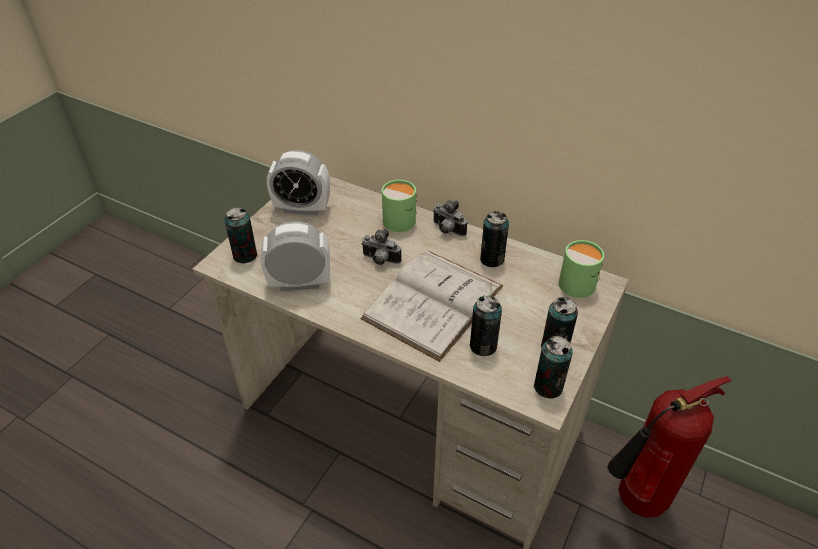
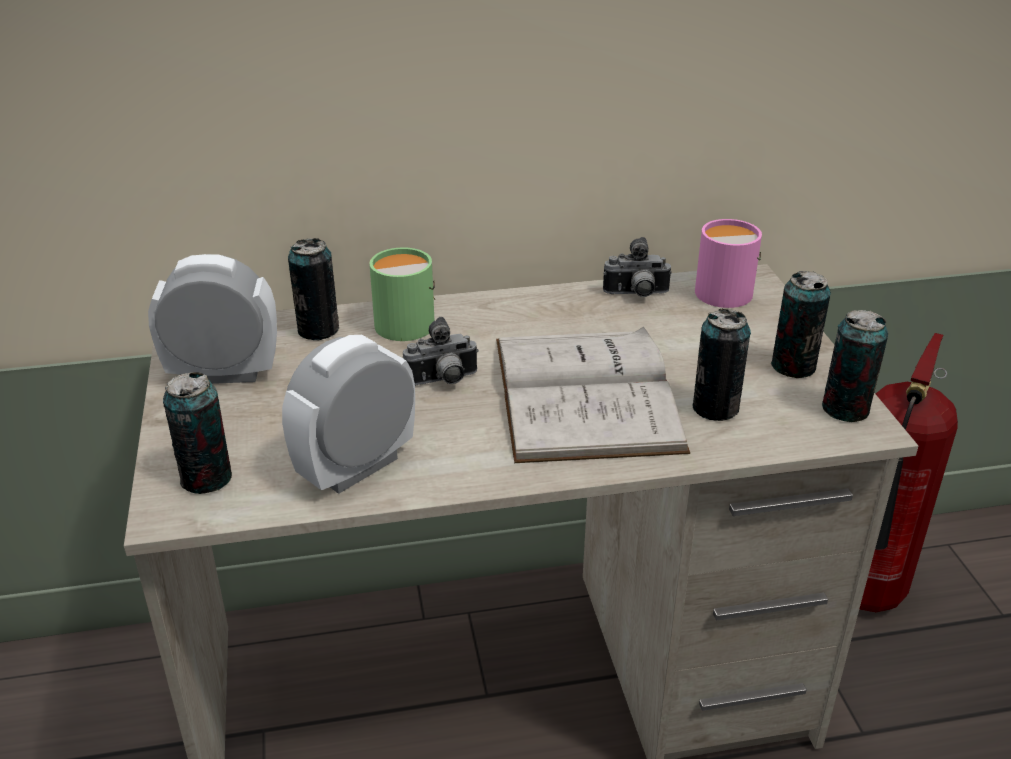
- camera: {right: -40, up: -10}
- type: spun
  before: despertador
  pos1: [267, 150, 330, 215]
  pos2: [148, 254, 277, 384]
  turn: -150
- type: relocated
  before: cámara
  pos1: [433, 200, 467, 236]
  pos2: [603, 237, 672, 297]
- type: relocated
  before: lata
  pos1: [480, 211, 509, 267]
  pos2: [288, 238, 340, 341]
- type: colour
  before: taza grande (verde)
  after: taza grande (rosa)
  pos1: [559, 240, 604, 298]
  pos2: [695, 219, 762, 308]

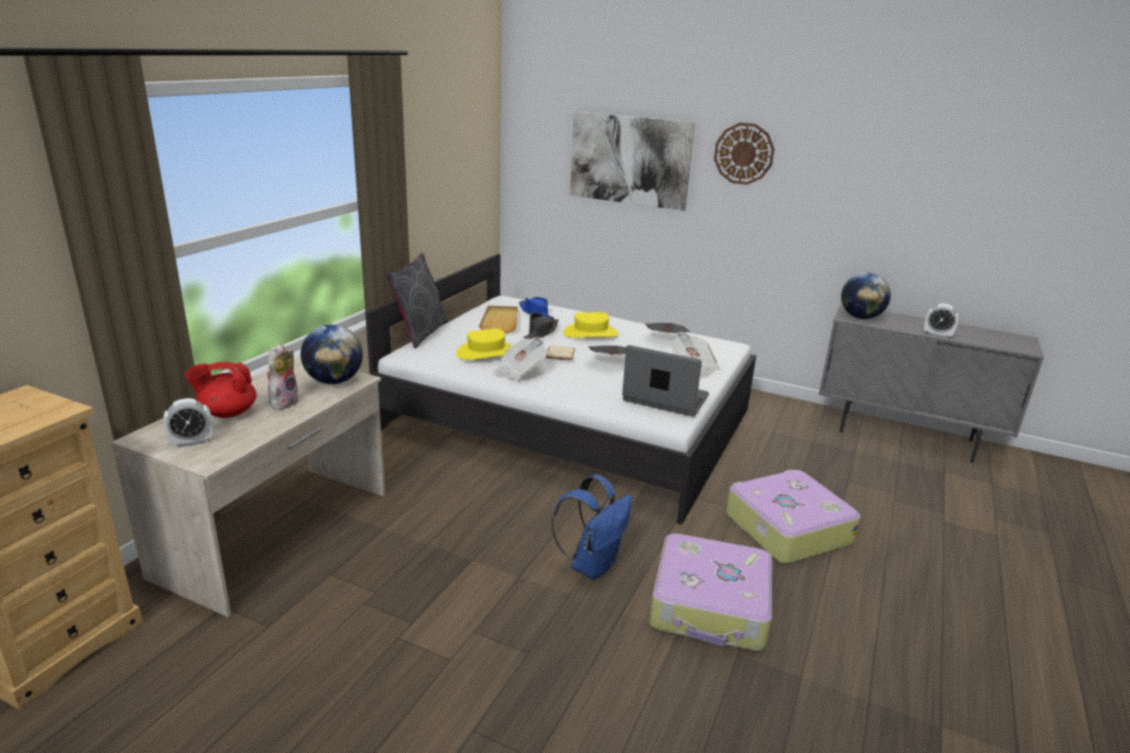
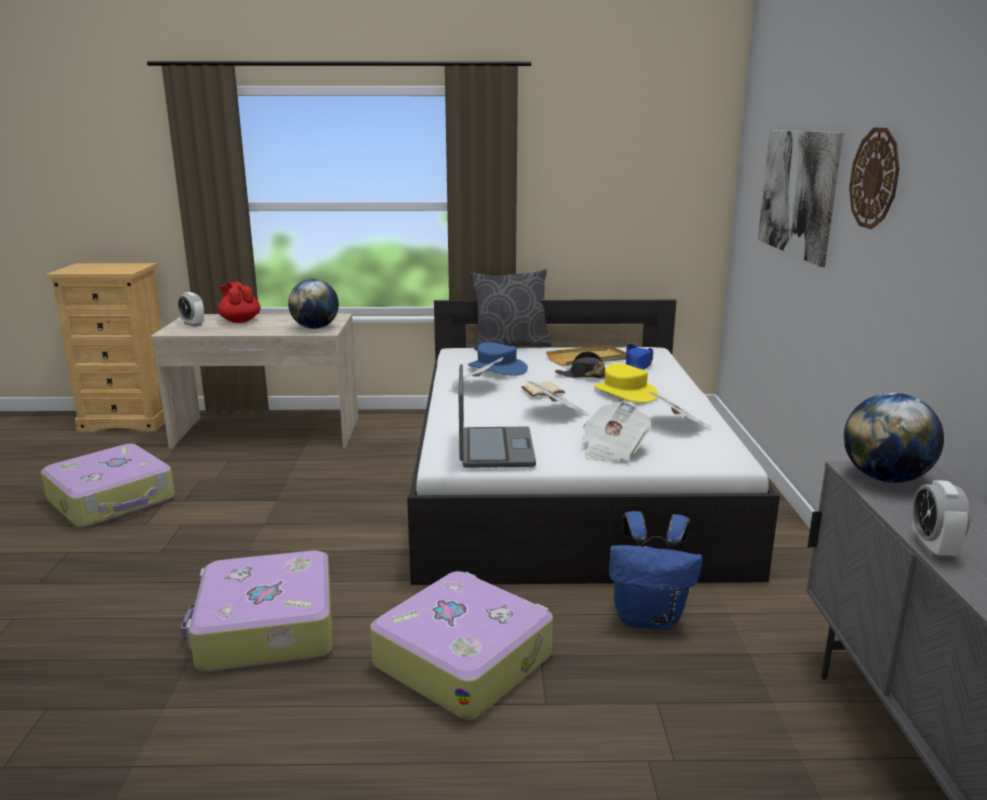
- camera: {right: 65, up: -5}
- type: missing
  before: peluche
  pos1: [267, 343, 299, 410]
- type: colour
  before: sombrero (amarillo)
  after: sombrero (azul)
  pos1: [456, 329, 512, 360]
  pos2: [468, 342, 528, 376]
- type: relocated
  before: mochila (azul)
  pos1: [551, 475, 632, 579]
  pos2: [609, 511, 703, 630]
- type: appeared
  after: maleta
  pos2: [41, 444, 175, 528]

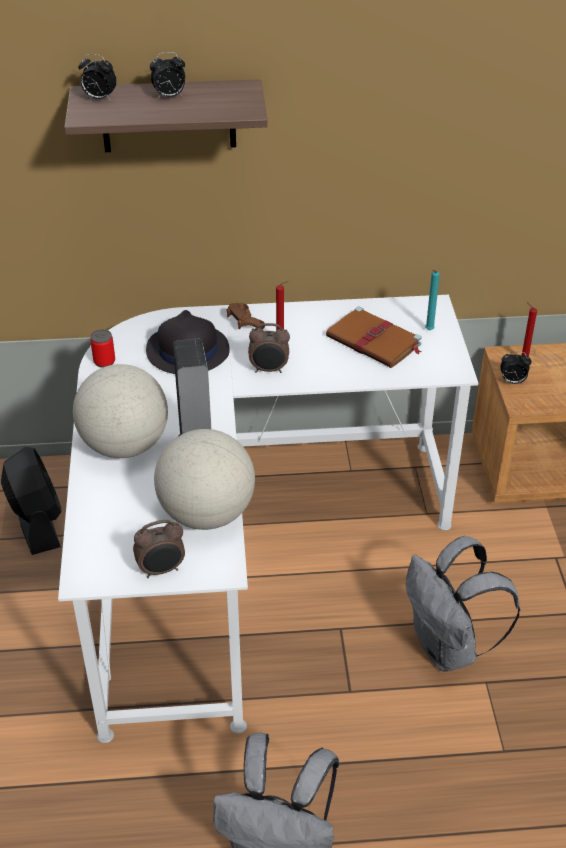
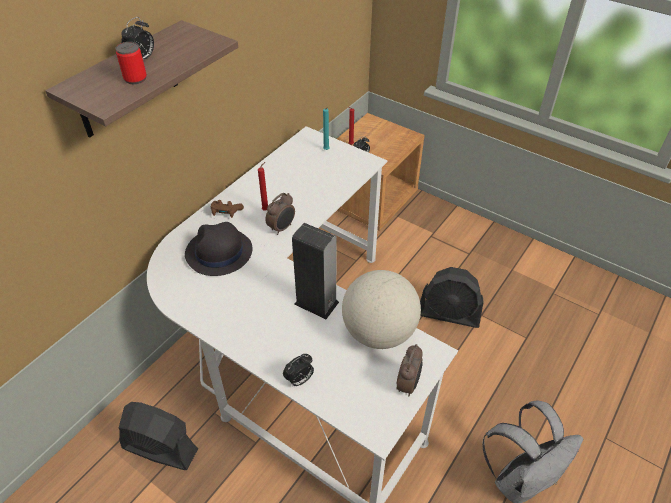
- camera: {right: -50, up: 5}
- type: missing
  before: globo terráqueo
  pos1: [73, 364, 168, 458]
- type: relocated
  before: despertador
  pos1: [78, 54, 117, 100]
  pos2: [283, 354, 314, 387]
- type: relocated
  before: lata
  pos1: [90, 329, 115, 368]
  pos2: [115, 42, 147, 84]
- type: missing
  before: libro (marrón)
  pos1: [326, 307, 422, 368]
- type: exchanged
  before: mochila (gris)
  after: ventilador (negro)
  pos1: [406, 536, 520, 672]
  pos2: [420, 267, 483, 328]

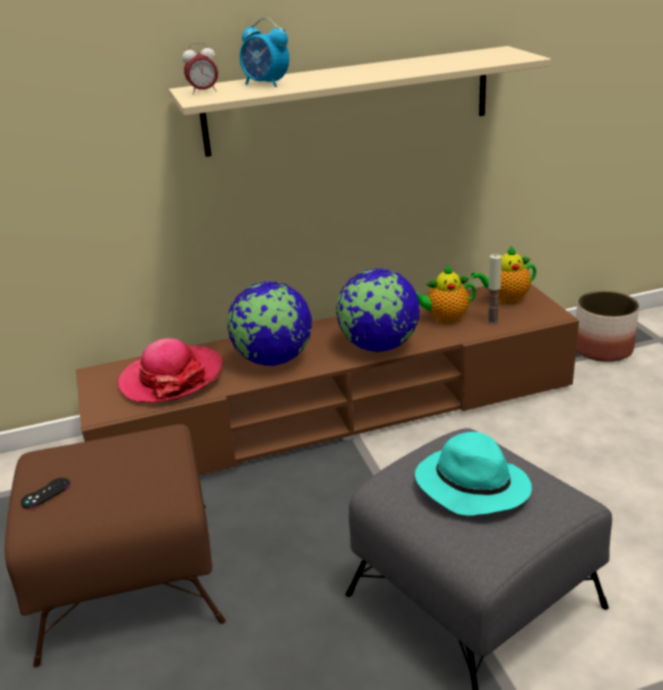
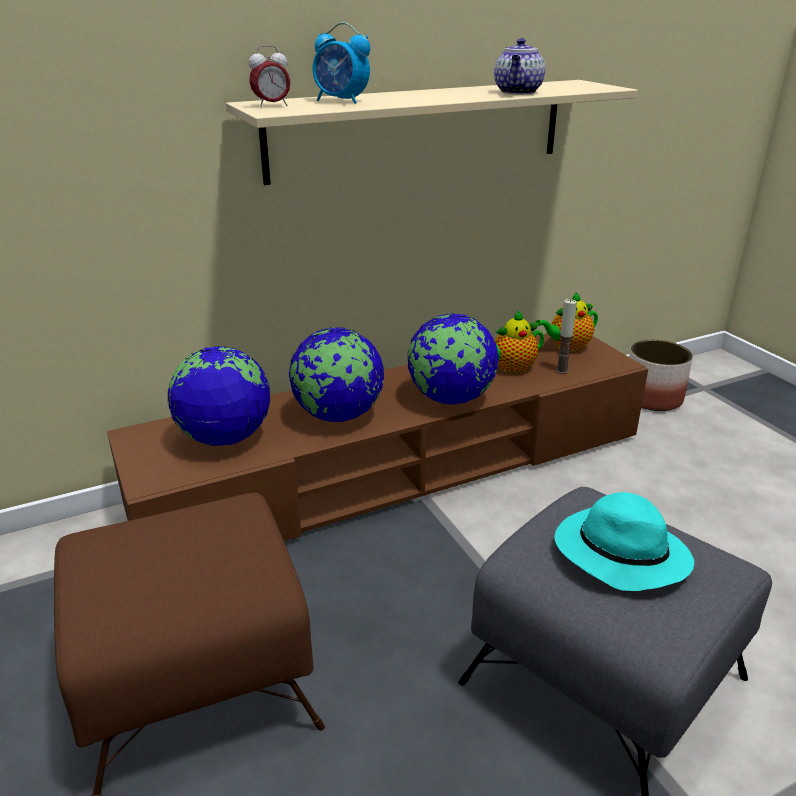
- camera: {right: -10, up: 0}
- type: missing
  before: mando de consola (negro)
  pos1: [21, 478, 70, 508]
- type: exchanged
  before: sombrero
  after: globo terráqueo
  pos1: [117, 338, 223, 403]
  pos2: [168, 346, 270, 446]
- type: appeared
  after: tetera
  pos2: [494, 38, 545, 95]

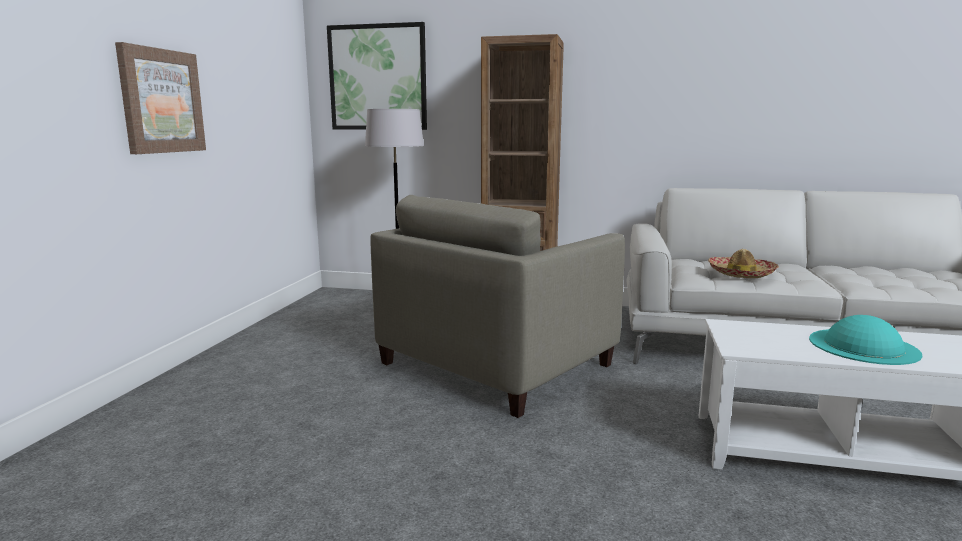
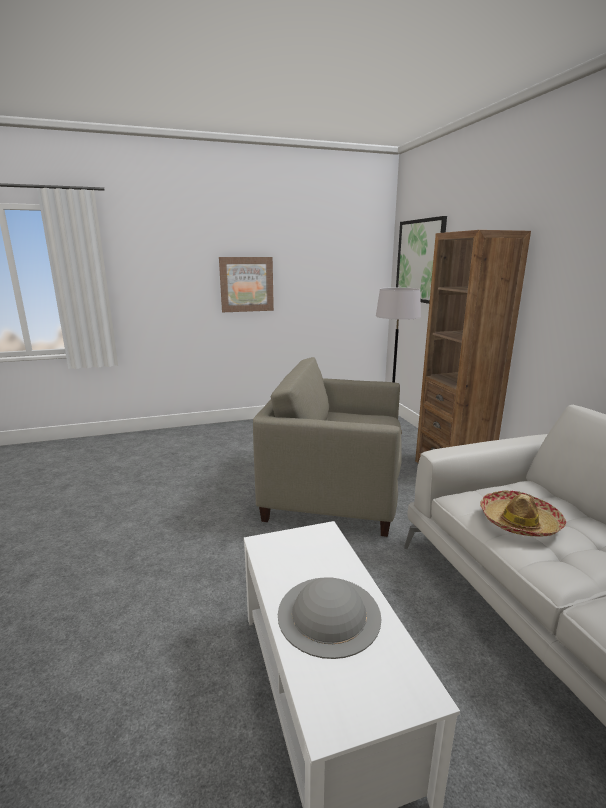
- camera: {right: 60, up: 5}
- type: colour
  before: sombrero (turquesa)
  after: sombrero (gris)
  pos1: [809, 315, 922, 365]
  pos2: [278, 577, 381, 659]

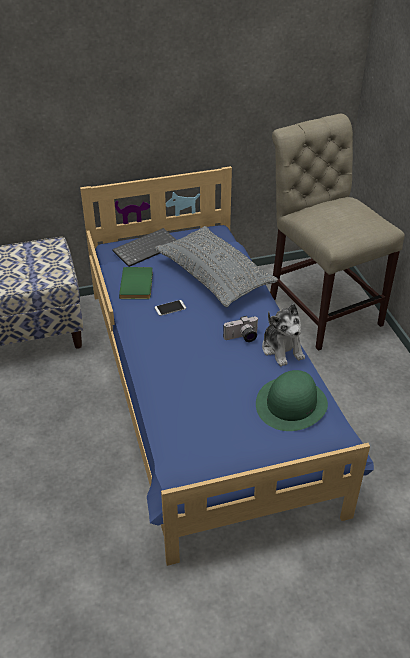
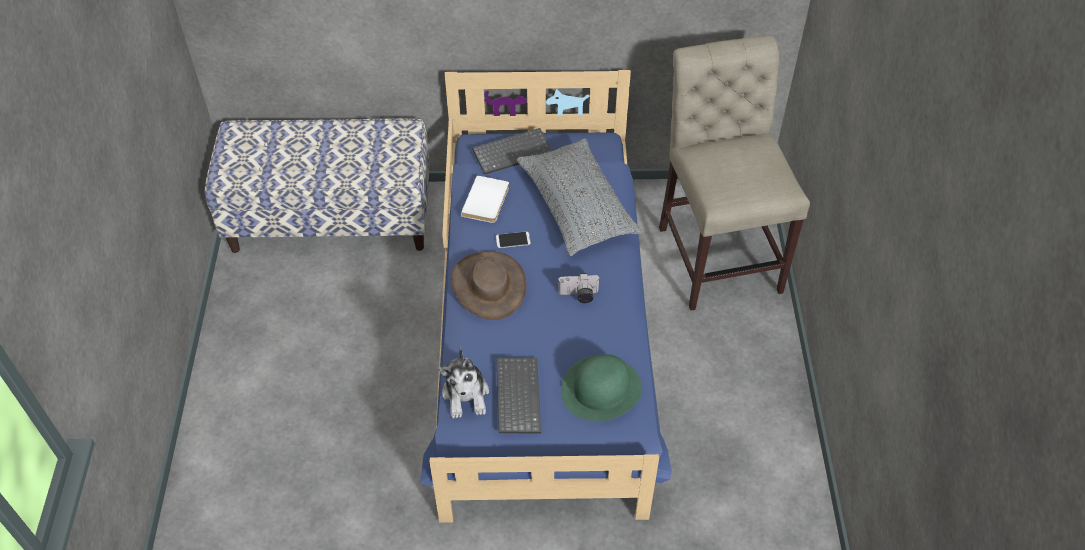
- camera: {right: 15, up: 10}
- type: colour
  before: libro (verde)
  after: libro (blanco)
  pos1: [119, 267, 153, 299]
  pos2: [461, 175, 509, 223]
- type: relocated
  before: peluche
  pos1: [262, 303, 305, 367]
  pos2: [438, 347, 489, 419]
- type: appeared
  after: sombrero (marrón)
  pos2: [451, 251, 526, 320]
- type: appeared
  after: teclado
  pos2: [496, 357, 541, 434]

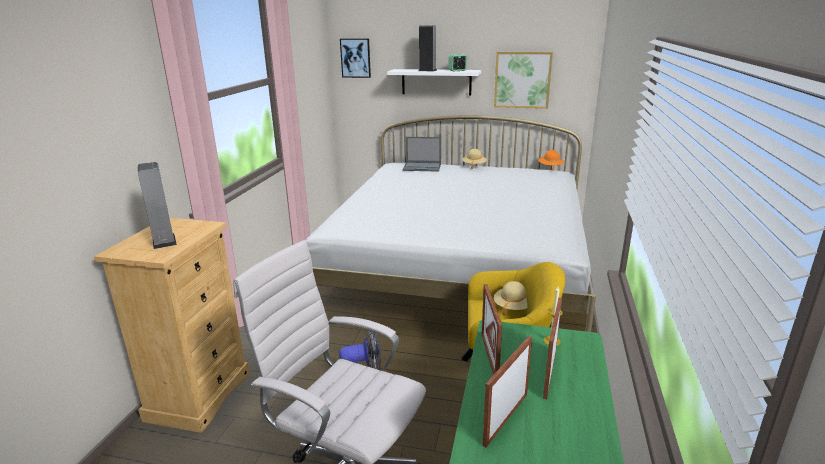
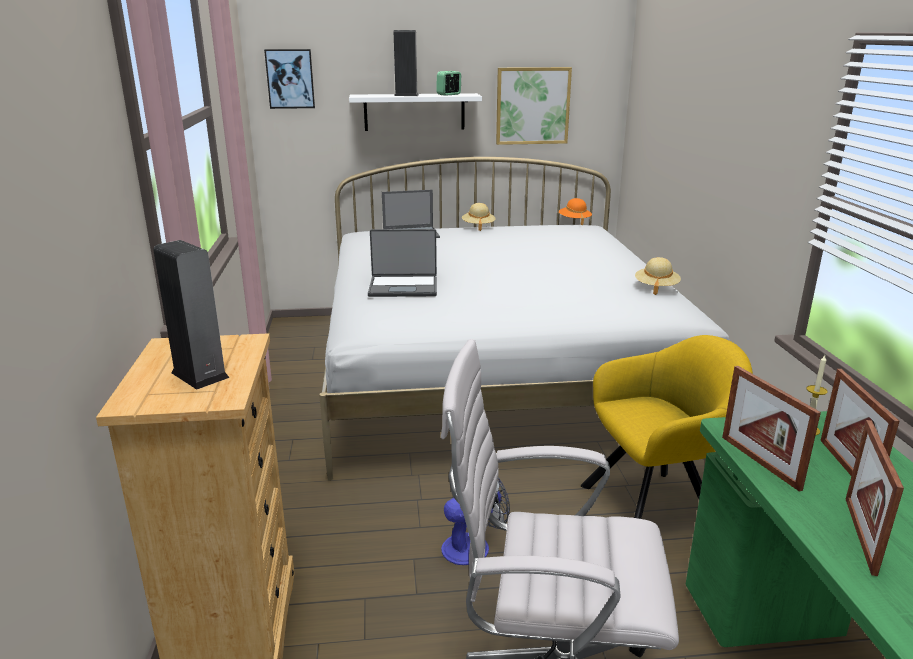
- camera: {right: -20, up: 0}
- type: relocated
  before: sombrero (beis)
  pos1: [494, 281, 528, 316]
  pos2: [635, 257, 681, 295]
- type: appeared
  after: portátil
  pos2: [368, 229, 437, 297]

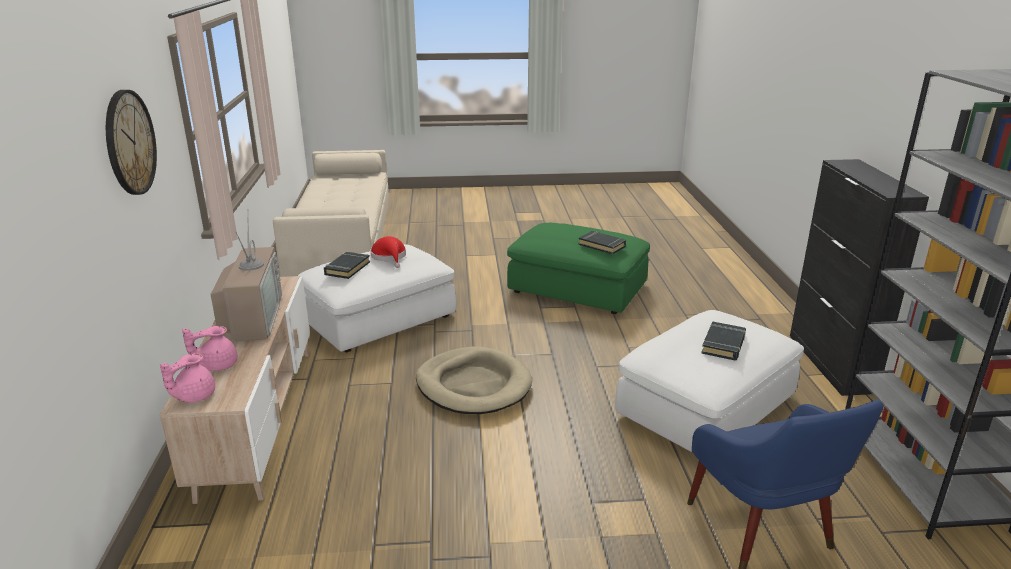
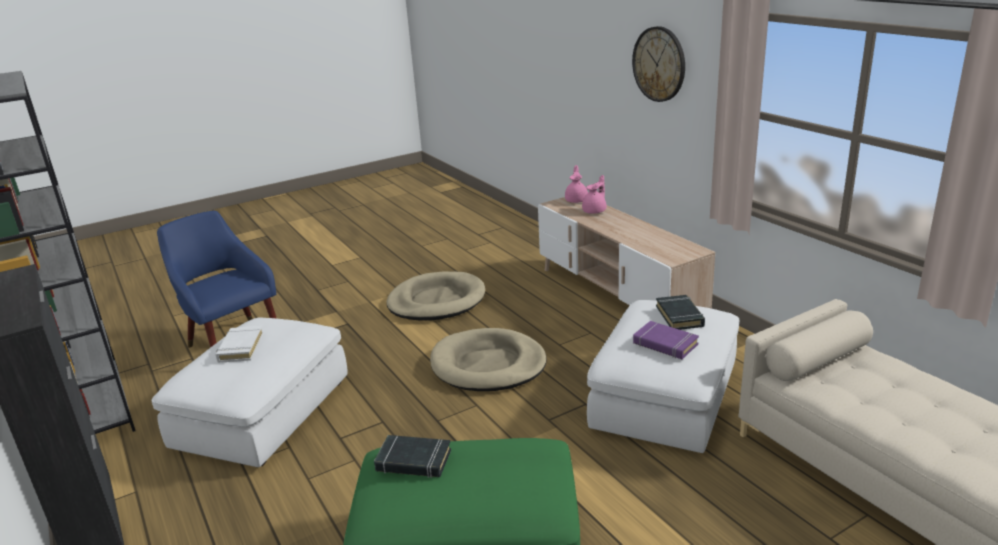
- camera: {right: 155, up: 0}
- type: missing
  before: televisor
  pos1: [210, 218, 282, 341]
- type: exchanged
  before: sombrero (rojo)
  after: libro (morado)
  pos1: [370, 236, 406, 268]
  pos2: [633, 321, 699, 359]
- type: colour
  before: libro (negro)
  after: libro (blanco)
  pos1: [701, 321, 746, 361]
  pos2: [215, 326, 264, 363]
- type: appeared
  after: cama para perro (beis)
  pos2: [386, 271, 485, 321]

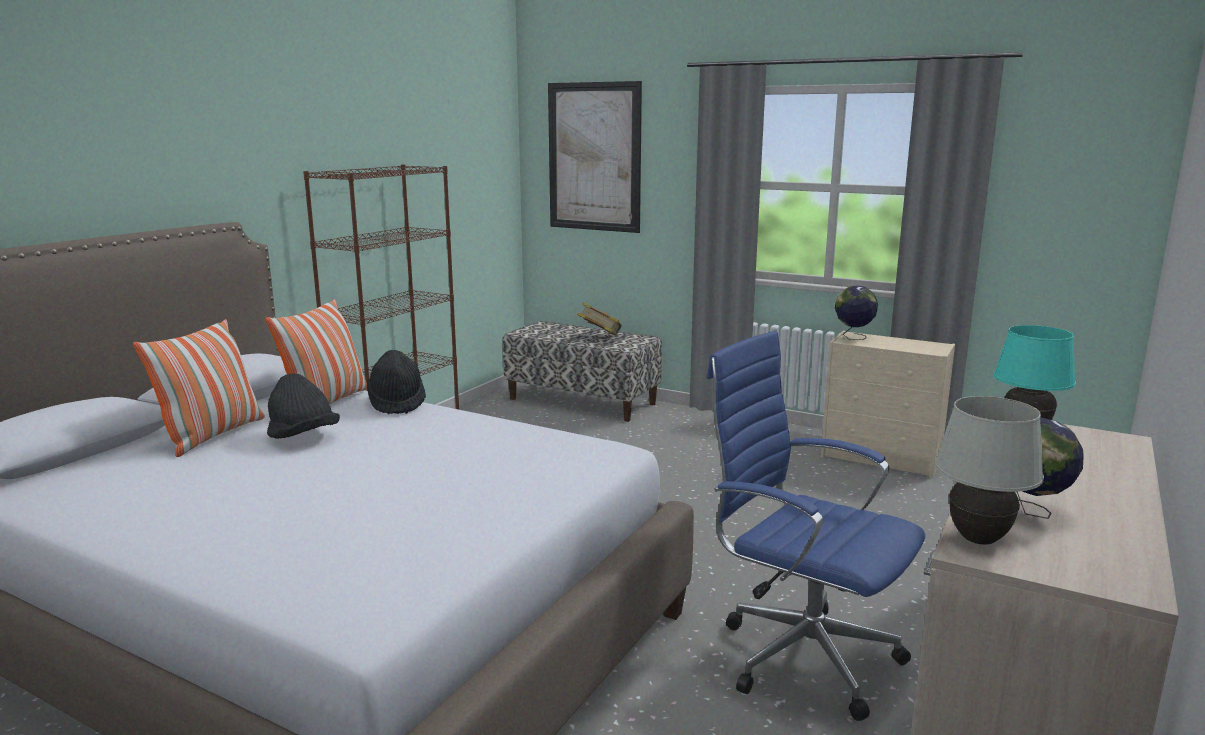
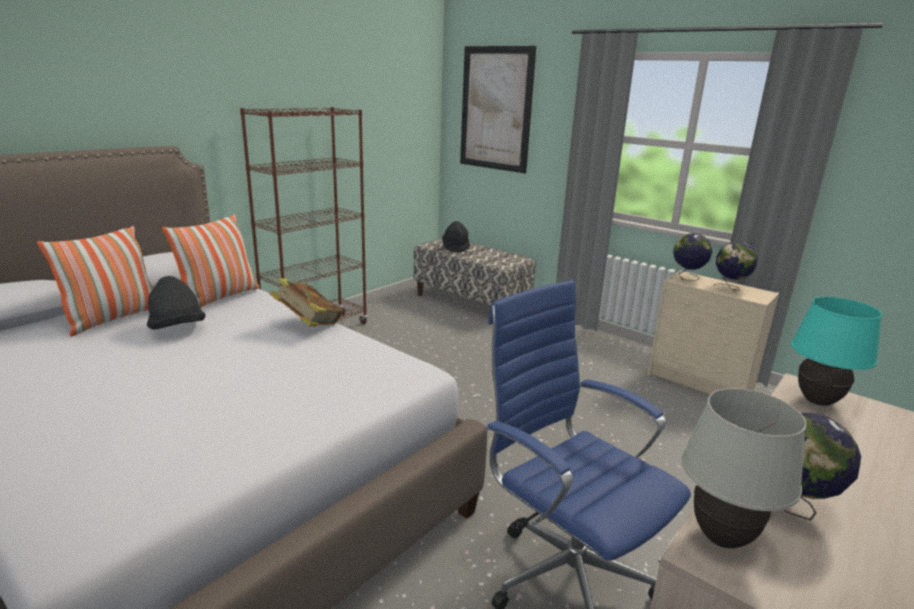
- camera: {right: 10, up: 5}
- type: relocated
  before: sombrero (negro)
  pos1: [367, 350, 426, 414]
  pos2: [442, 221, 470, 252]
- type: relocated
  before: libro
  pos1: [577, 302, 622, 335]
  pos2: [270, 278, 342, 326]
- type: appeared
  after: globo terráqueo
  pos2: [713, 242, 758, 291]

